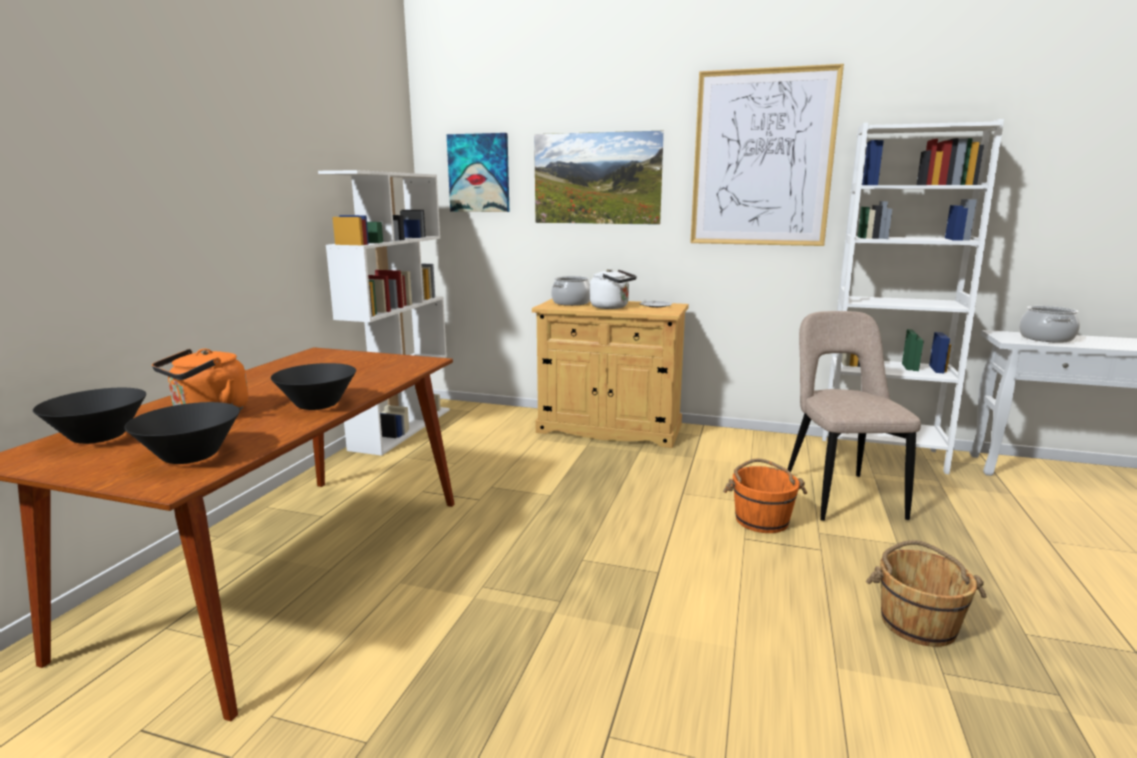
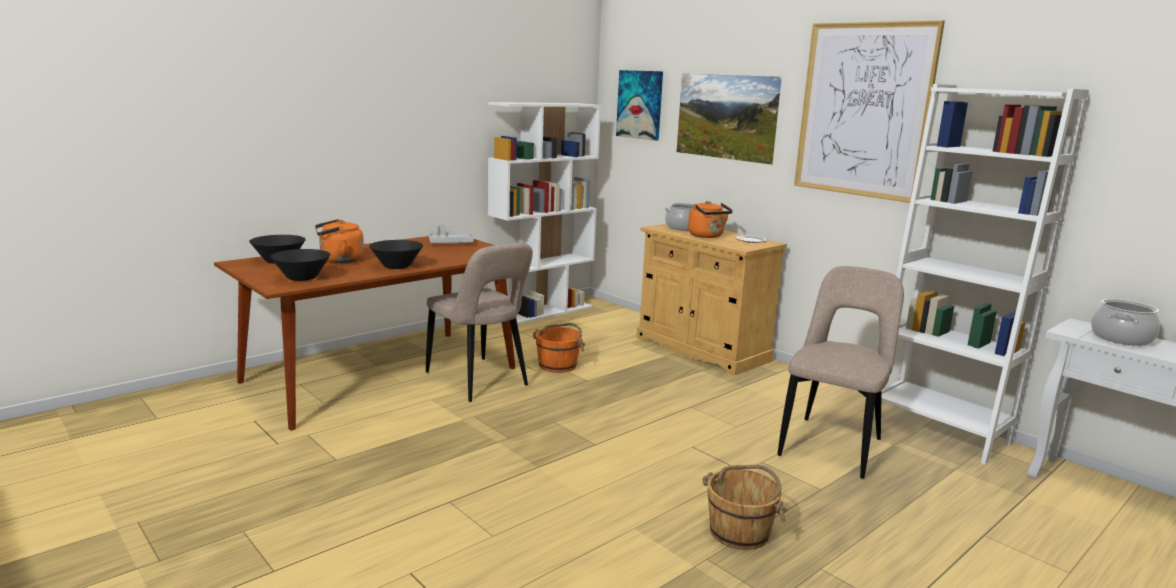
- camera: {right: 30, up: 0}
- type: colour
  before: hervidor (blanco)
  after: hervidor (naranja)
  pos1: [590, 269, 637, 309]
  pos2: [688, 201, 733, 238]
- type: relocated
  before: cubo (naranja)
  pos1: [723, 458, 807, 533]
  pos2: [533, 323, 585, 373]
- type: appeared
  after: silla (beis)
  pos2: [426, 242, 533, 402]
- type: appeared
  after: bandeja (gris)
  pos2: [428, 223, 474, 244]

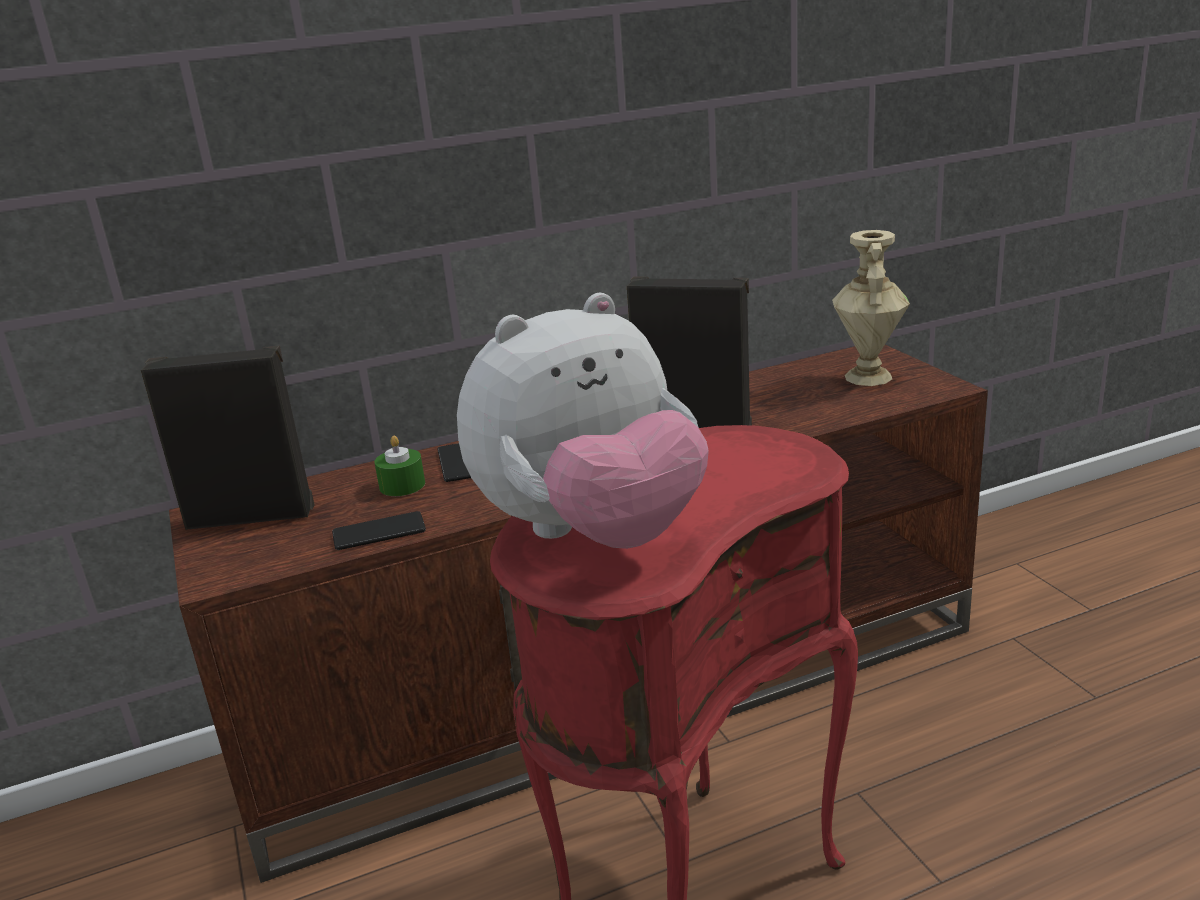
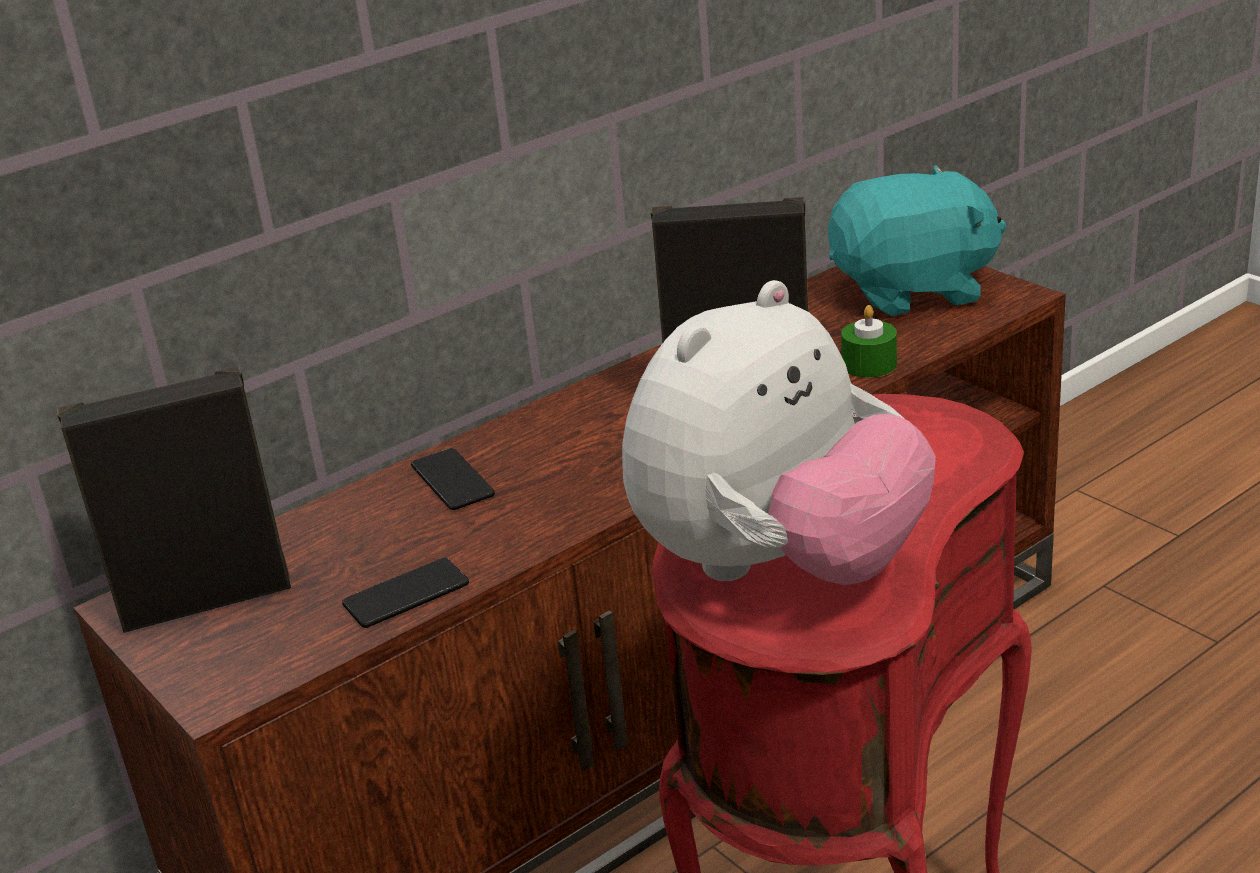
- camera: {right: -15, up: 5}
- type: relocated
  before: vela (verde)
  pos1: [374, 436, 425, 496]
  pos2: [841, 305, 897, 378]
- type: exchanged
  before: florero (beis)
  after: peluche (turquesa)
  pos1: [832, 230, 910, 386]
  pos2: [828, 165, 1006, 316]

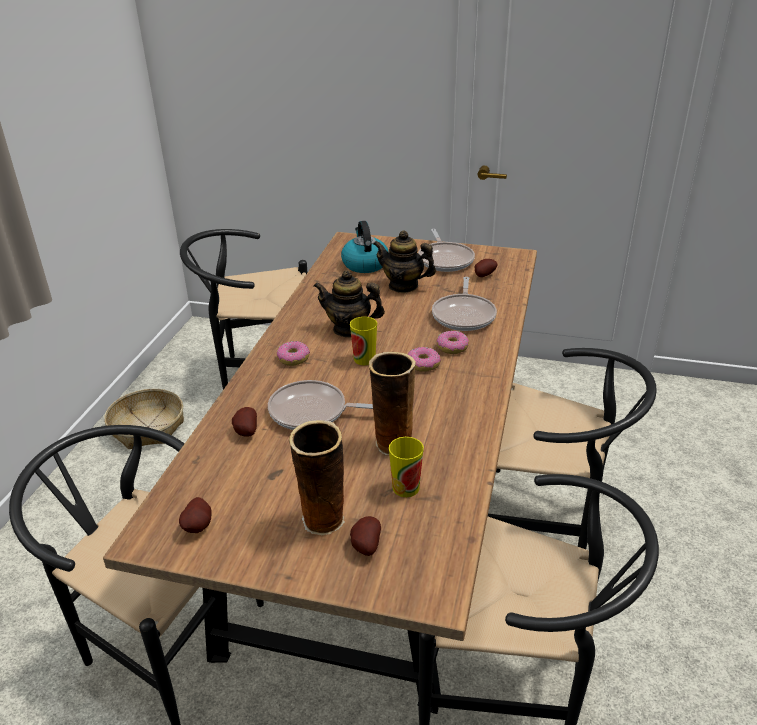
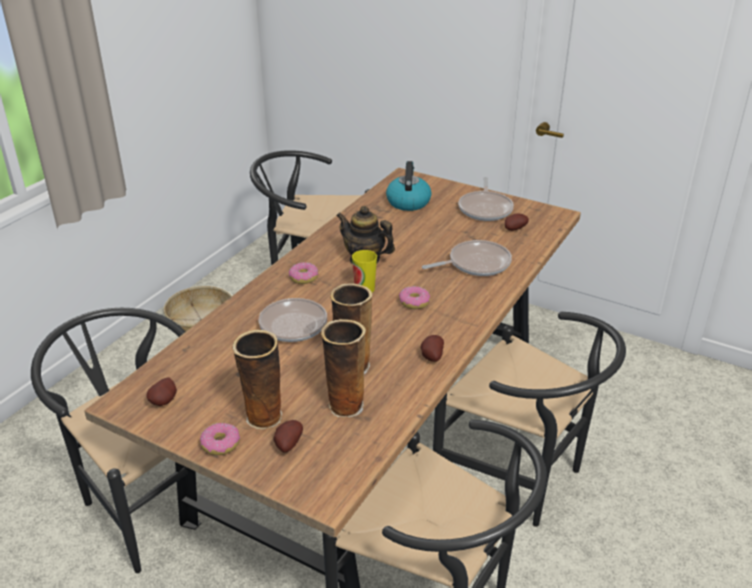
- camera: {right: 15, up: 0}
- type: relocated
  before: patata
  pos1: [232, 407, 257, 437]
  pos2: [421, 335, 444, 362]
- type: missing
  before: tetera
  pos1: [373, 231, 436, 293]
- type: exchanged
  before: taza
  after: florero
  pos1: [389, 437, 424, 497]
  pos2: [321, 319, 366, 418]
- type: spun
  before: sartén
  pos1: [432, 277, 497, 331]
  pos2: [422, 240, 512, 276]
  turn: -135
- type: relocated
  before: rosquilla
  pos1: [437, 331, 469, 354]
  pos2: [200, 423, 240, 455]

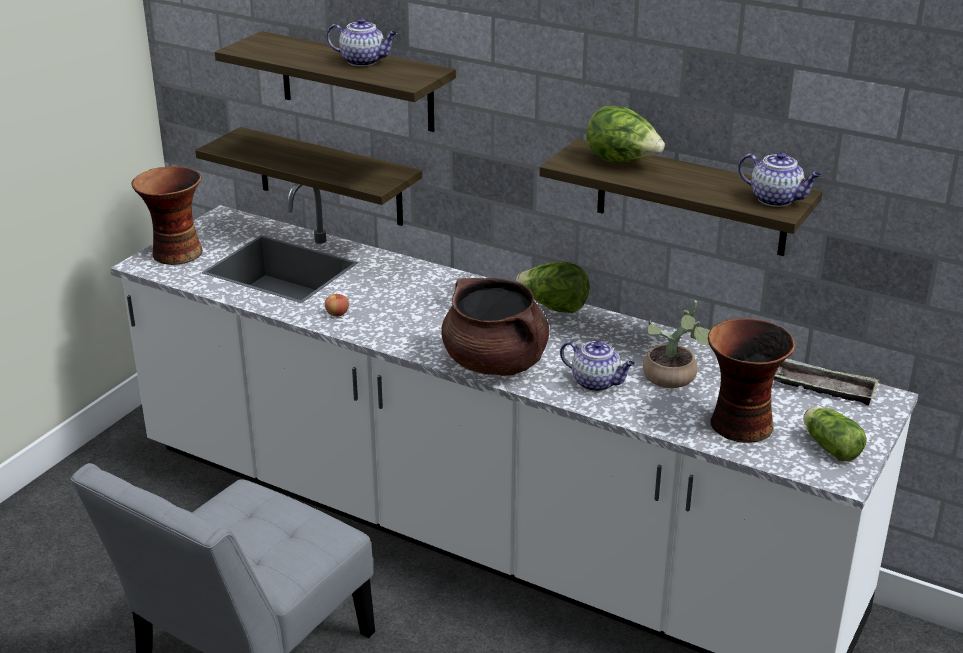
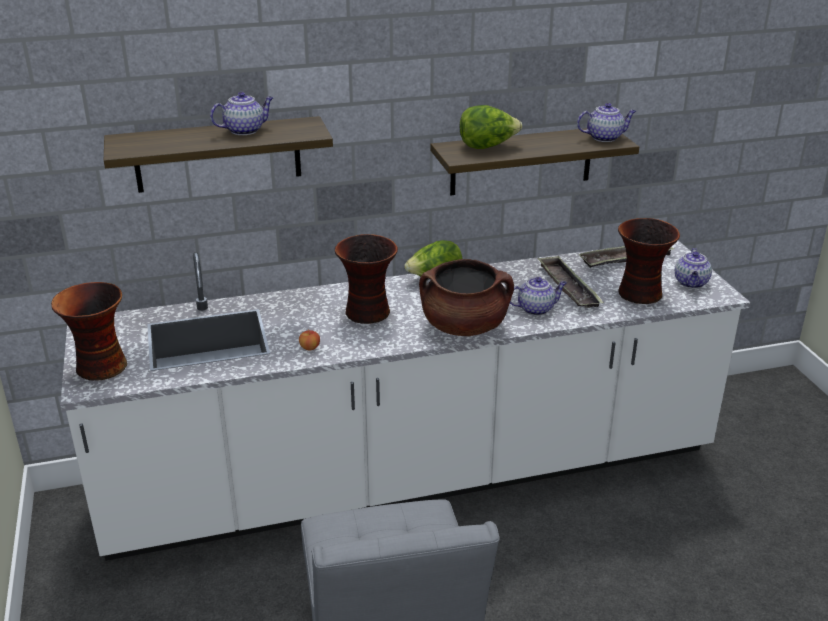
- camera: {right: -45, up: 0}
- type: missing
  before: estante
  pos1: [195, 127, 422, 226]
- type: exchanged
  before: planta en maceta
  after: bandeja
  pos1: [643, 300, 710, 388]
  pos2: [537, 256, 604, 308]
- type: exchanged
  before: lechuga
  after: tetera
  pos1: [803, 407, 867, 461]
  pos2: [675, 248, 712, 288]
- type: appeared
  after: florero
  pos2: [335, 234, 398, 324]

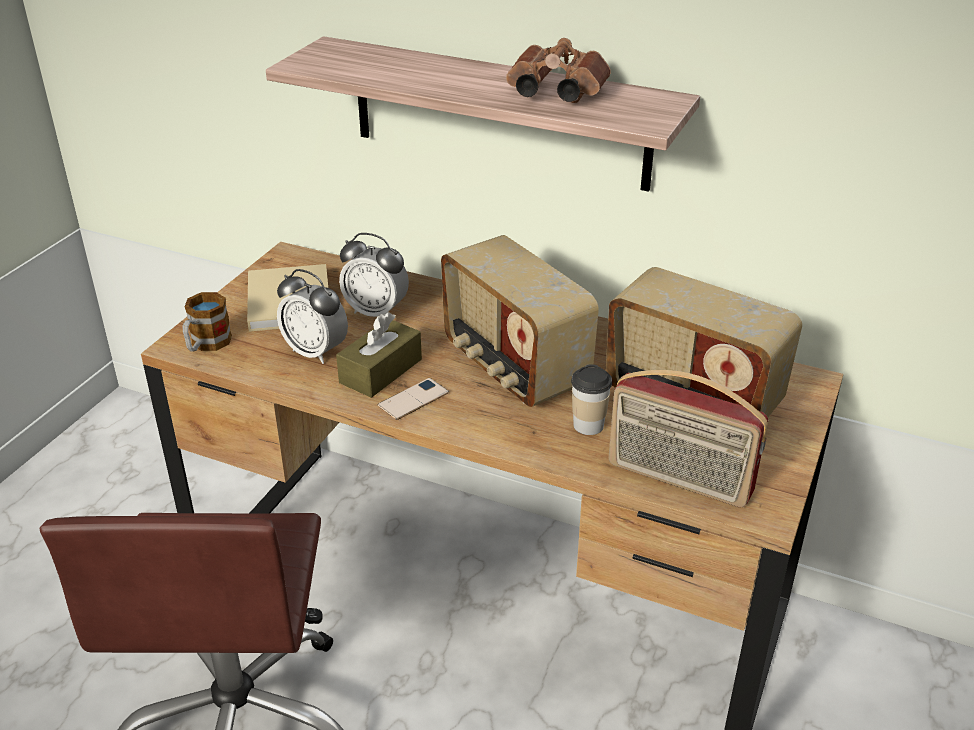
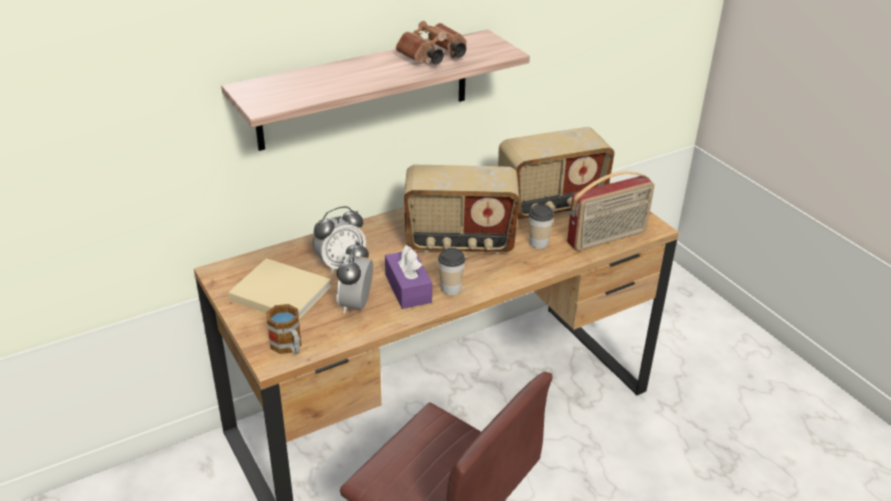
- camera: {right: -55, up: 0}
- type: spun
  before: despertador
  pos1: [277, 269, 348, 364]
  pos2: [337, 242, 373, 314]
  turn: 120
- type: colour
  before: caja de pañuelos (marrón)
  after: caja de pañuelos (morado)
  pos1: [336, 312, 422, 398]
  pos2: [385, 245, 432, 309]
- type: exchanged
  before: móvil
  after: taza
  pos1: [377, 378, 449, 420]
  pos2: [438, 248, 466, 295]

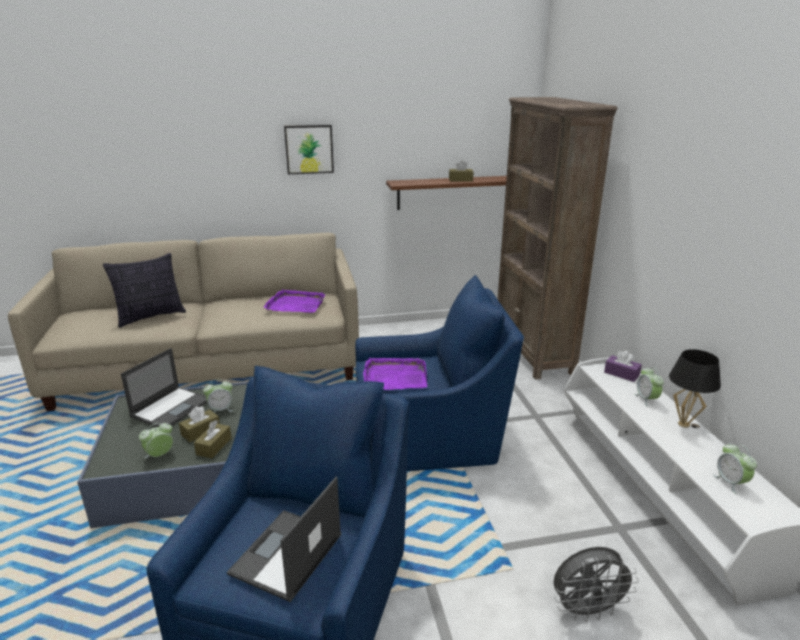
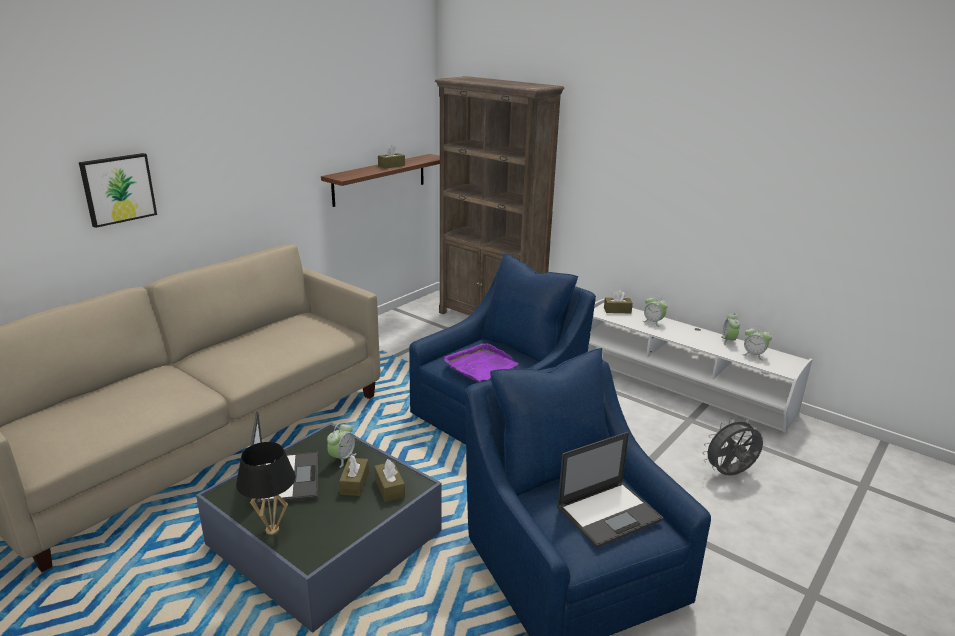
- camera: {right: -40, up: 0}
- type: missing
  before: cojín
  pos1: [103, 253, 186, 328]
- type: relocated
  before: despertador
  pos1: [139, 423, 173, 458]
  pos2: [721, 313, 740, 345]
- type: spun
  before: portátil
  pos1: [227, 477, 341, 602]
  pos2: [557, 432, 663, 548]
  turn: -105
- type: missing
  before: bandeja (morado)
  pos1: [264, 289, 326, 313]
- type: relocated
  before: cuadro
  pos1: [284, 125, 334, 174]
  pos2: [79, 153, 157, 228]
- type: spun
  before: ventilador (gris)
  pos1: [554, 547, 639, 622]
  pos2: [703, 417, 763, 476]
  turn: -150
- type: colour
  before: caja de pañuelos (morado)
  after: caja de pañuelos (marrón)
  pos1: [604, 351, 642, 382]
  pos2: [604, 290, 633, 313]
- type: relocated
  before: lámpara de mesa (negro)
  pos1: [669, 349, 721, 428]
  pos2: [236, 442, 295, 535]

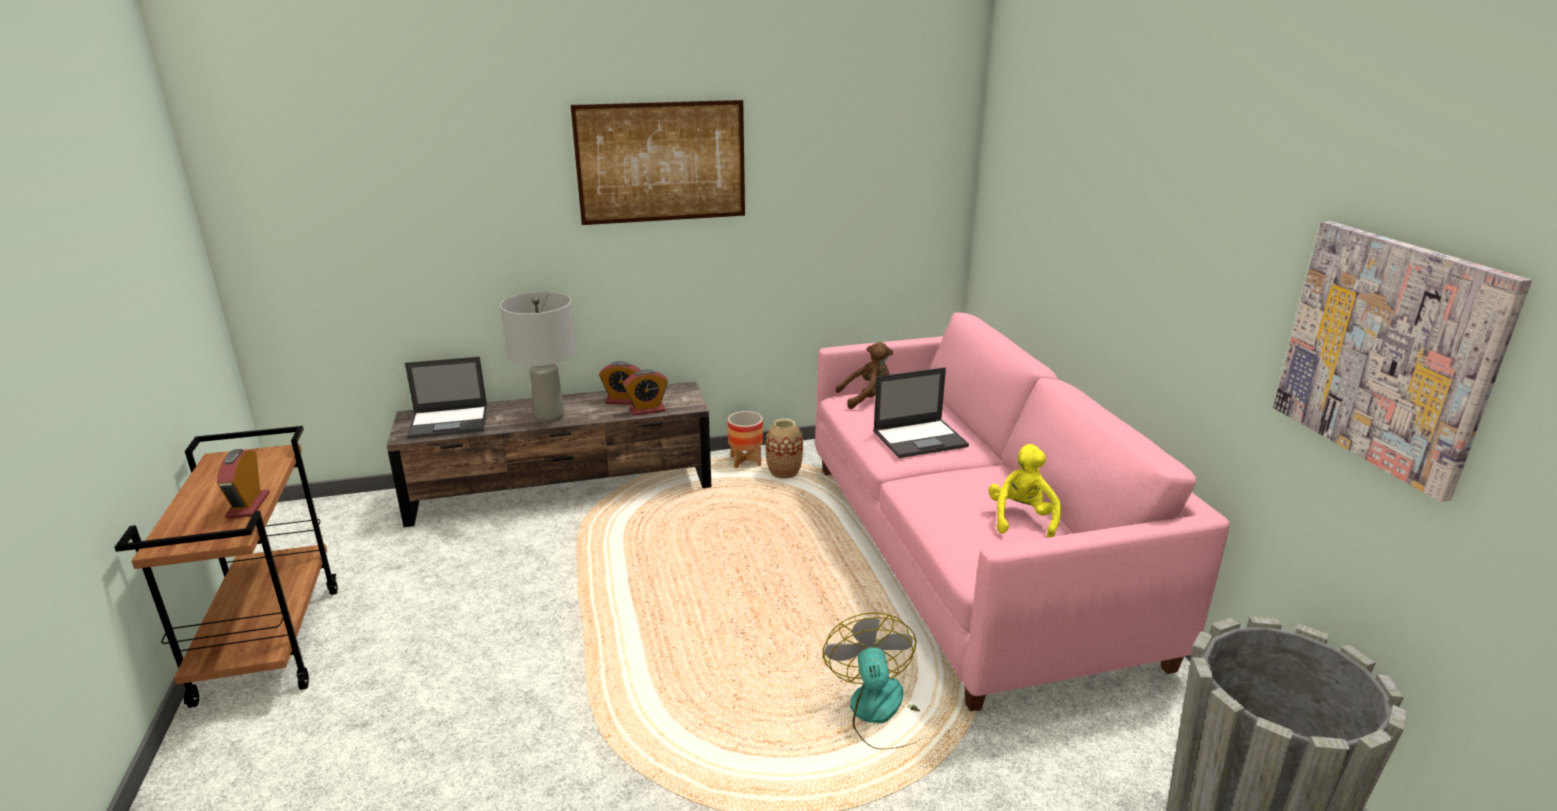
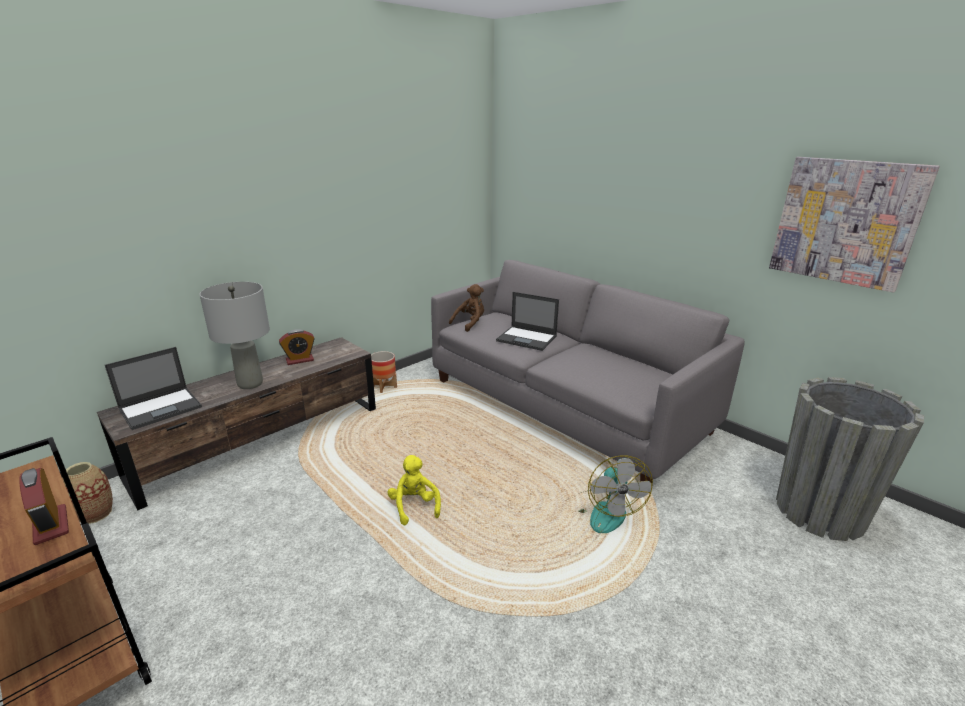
- camera: {right: -30, up: 0}
- type: missing
  before: cuadro
  pos1: [570, 100, 745, 225]
- type: missing
  before: despertador
  pos1: [623, 369, 668, 416]
- type: relocated
  before: florero
  pos1: [766, 419, 803, 479]
  pos2: [62, 462, 113, 524]
- type: colour
  before: sofá (rosa)
  after: sofá (gris)
  pos1: [815, 313, 1230, 711]
  pos2: [431, 260, 745, 482]
- type: spun
  before: ventilador
  pos1: [823, 612, 930, 749]
  pos2: [575, 456, 653, 533]
  turn: -150
- type: spun
  before: portátil
  pos1: [873, 367, 969, 458]
  pos2: [496, 292, 559, 351]
  turn: 75
- type: relocated
  before: peluche (amarillo)
  pos1: [988, 444, 1061, 538]
  pos2: [388, 455, 441, 525]

